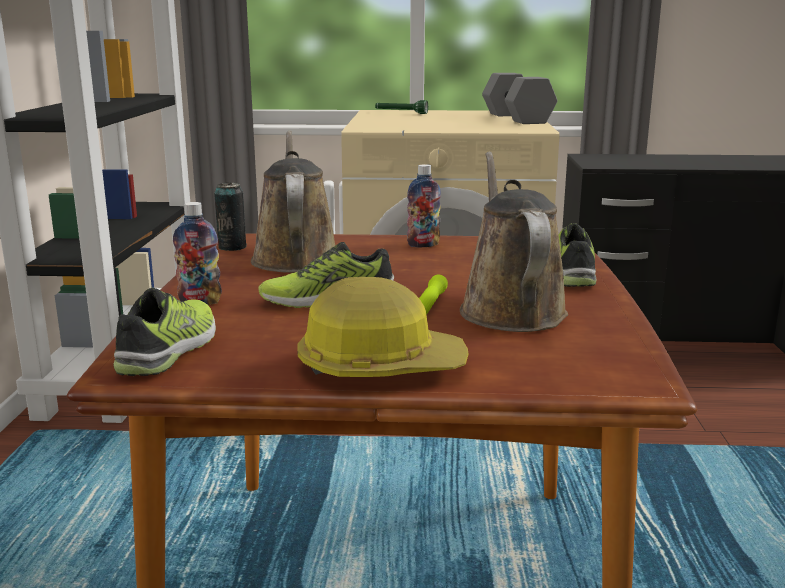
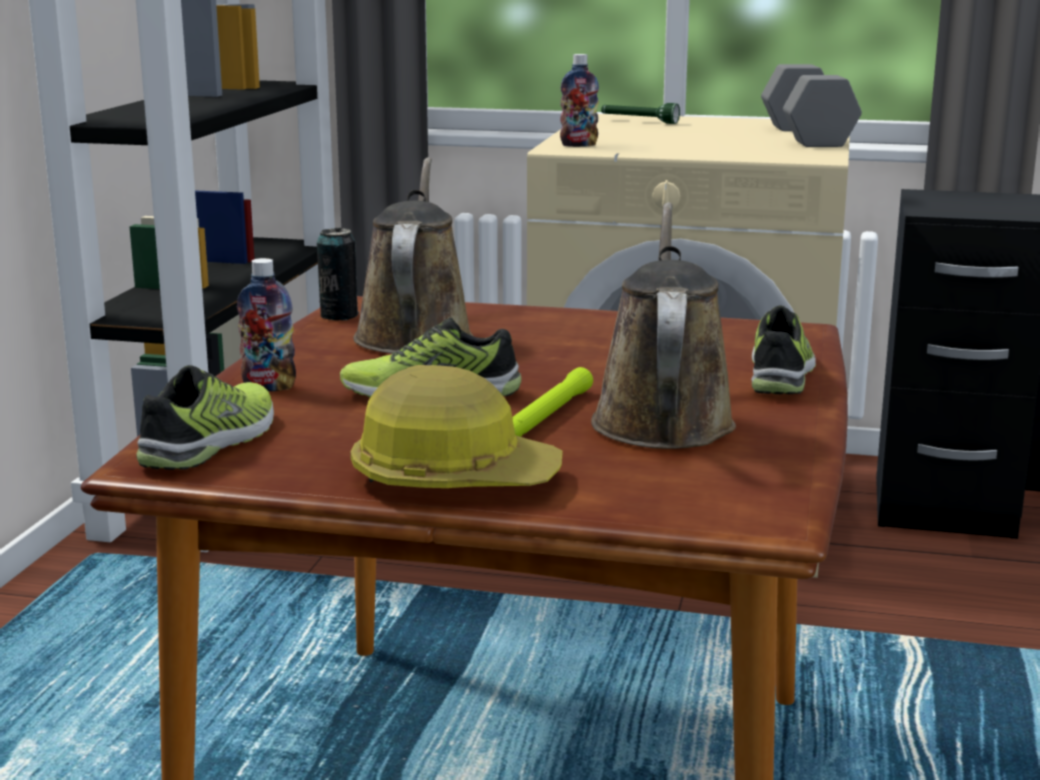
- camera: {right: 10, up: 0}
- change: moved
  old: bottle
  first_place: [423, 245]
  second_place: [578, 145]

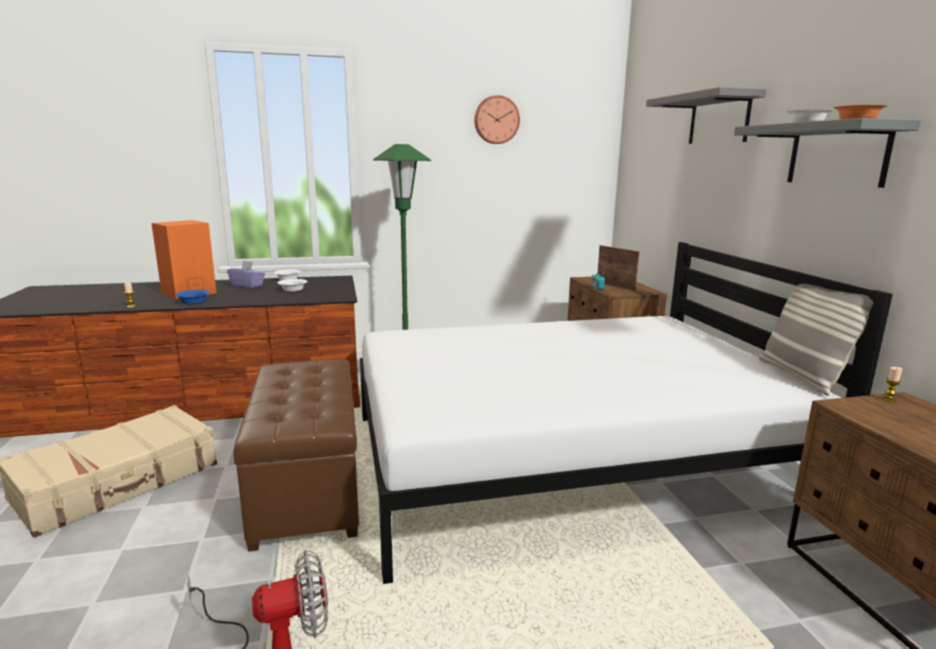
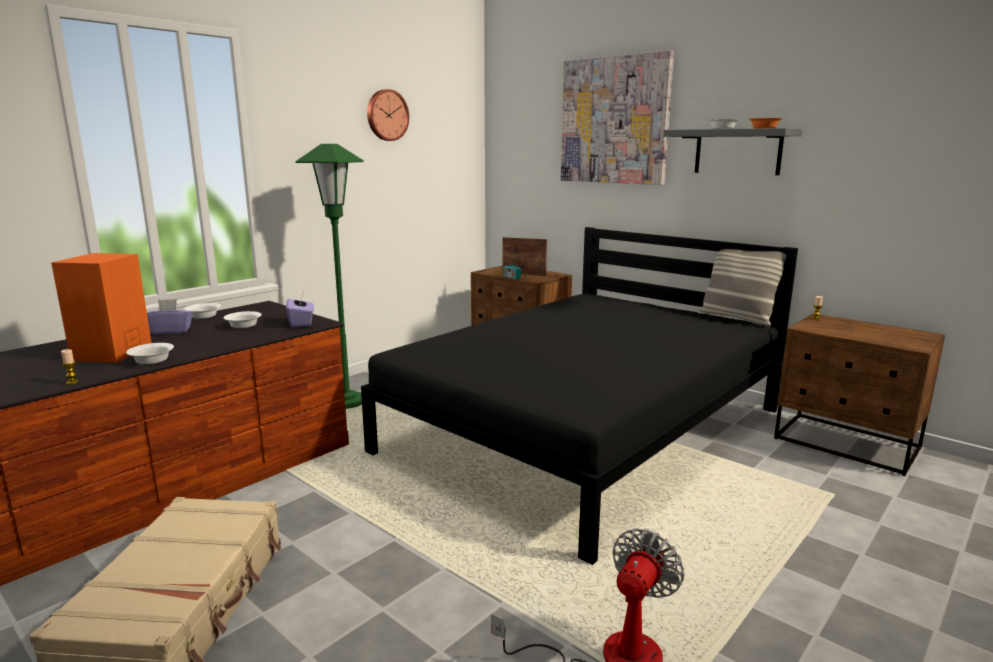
- camera: {right: -35, up: 0}
- change: replaced
  old: shelf in grey
  new: picture
  first_place: [719, 119]
  second_place: [614, 121]
- change: recoloured
  old: bed in white
  new: bed in black
  first_place: [566, 459]
  second_place: [586, 430]
- change: recoloured
  old: bowl in blue
  new: bowl in white
  first_place: [192, 302]
  second_place: [151, 361]
- change: removed
  old: ottoman in brown
  first_place: [309, 487]
- change: added
  new: tissue box in purple
  second_place: [301, 323]

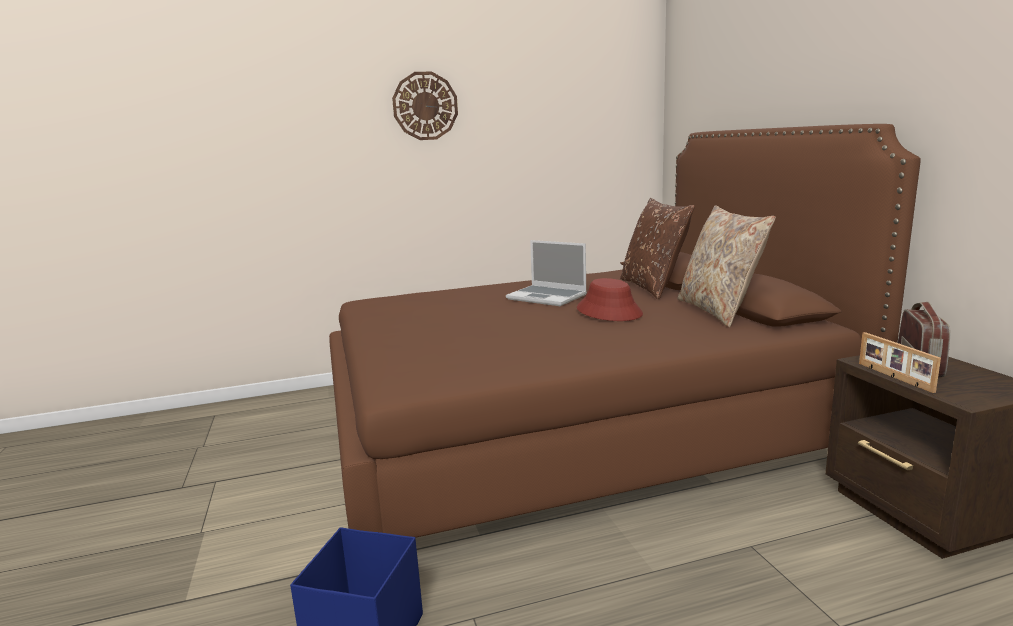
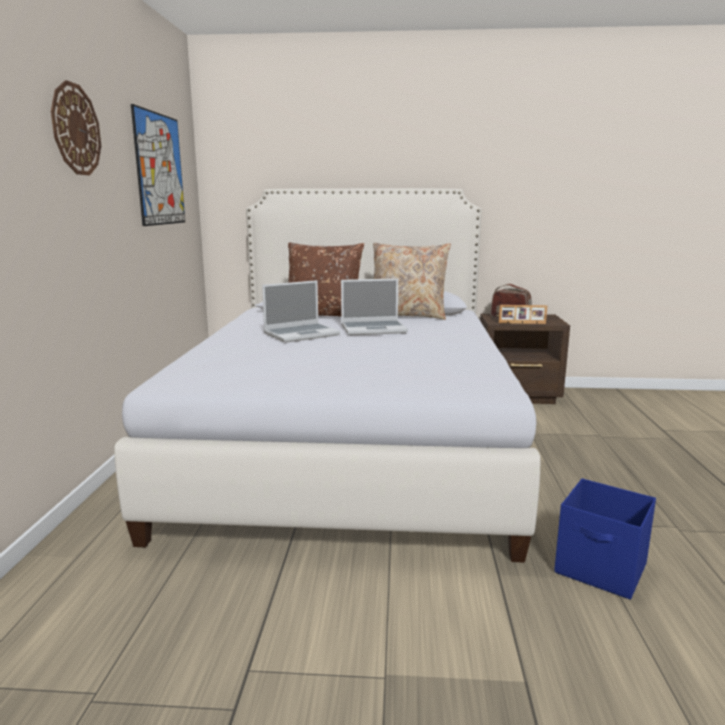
- camera: {right: -70, up: 0}
- change: recoloured
  old: bed in brown
  new: bed in white
  first_place: [574, 430]
  second_place: [348, 443]
- change: replaced
  old: hat in red
  new: laptop
  first_place: [609, 311]
  second_place: [374, 329]
- change: added
  new: picture
  second_place: [160, 169]

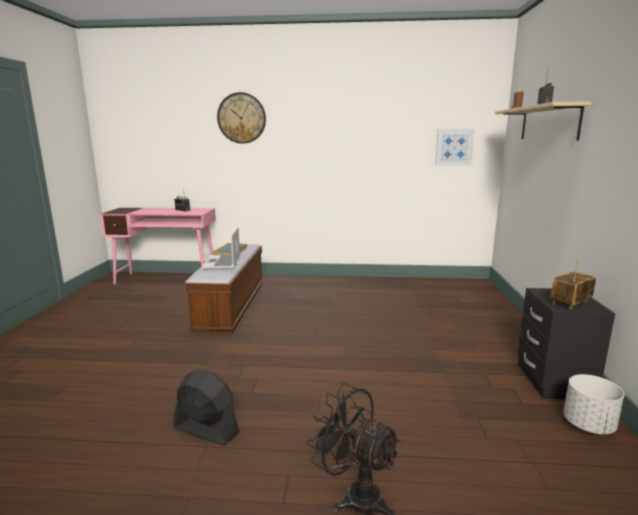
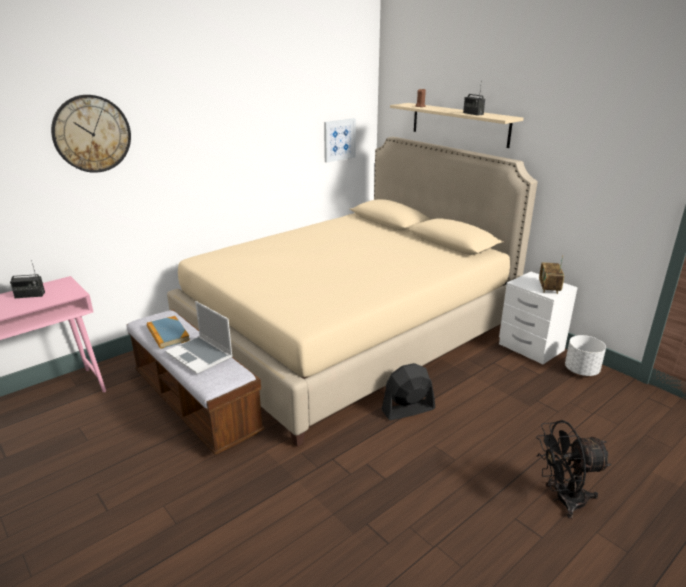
- camera: {right: -45, up: 10}
- change: recoloured
  old: nightstand in black
  new: nightstand in white
  first_place: [554, 381]
  second_place: [531, 347]
- change: moved
  old: fan in black
  first_place: [206, 430]
  second_place: [408, 409]
- change: added
  new: bed in beige
  second_place: [348, 335]

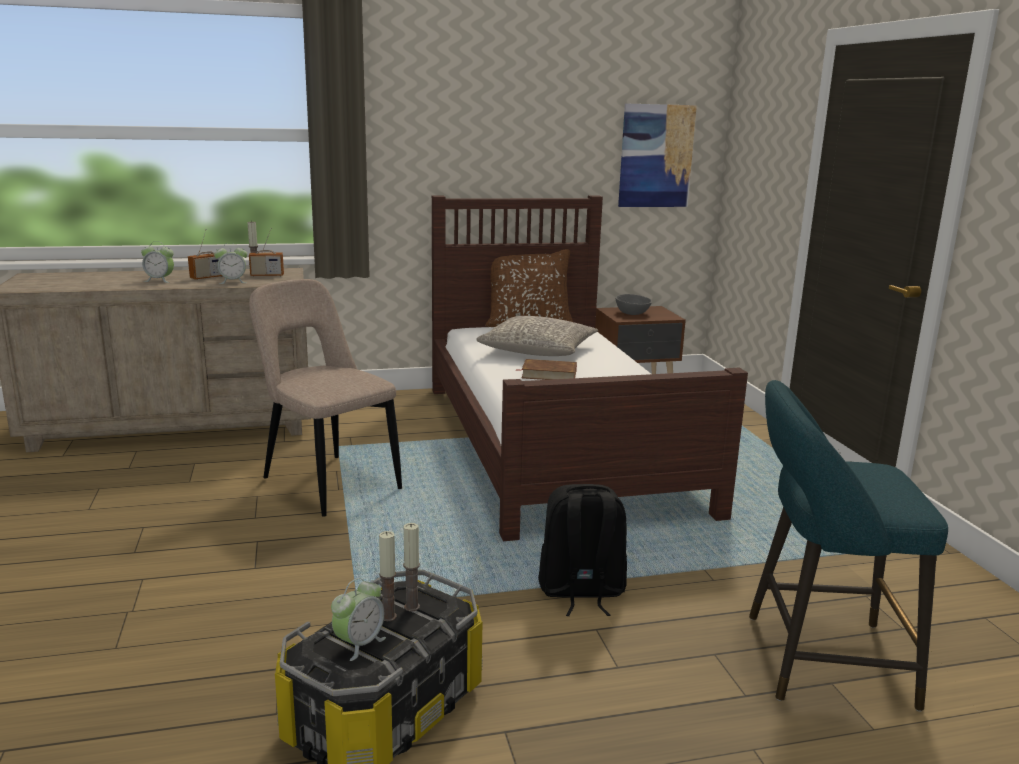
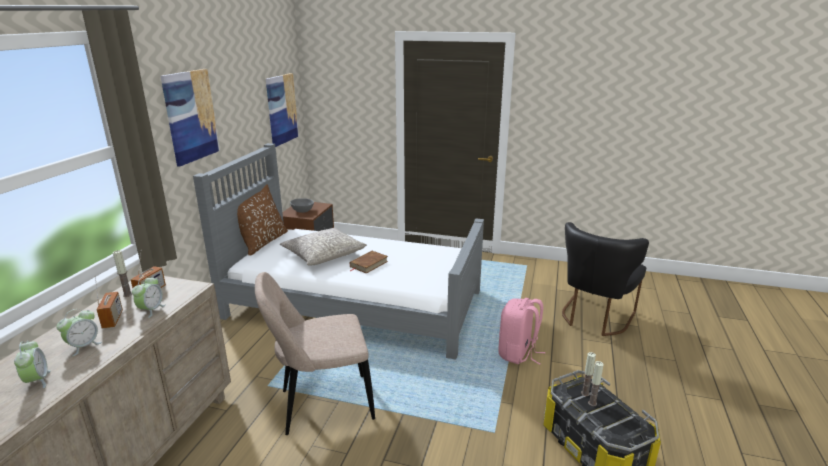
- camera: {right: -60, up: 5}
- change: recoloured
  old: bed in brown
  new: bed in grey
  first_place: [555, 443]
  second_place: [353, 304]
- change: replaced
  old: stool in turquoise
  new: chair in black
  first_place: [817, 660]
  second_place: [594, 318]
- change: recoloured
  old: backpack in black
  new: backpack in pink
  first_place: [581, 592]
  second_place: [518, 353]
- change: moved
  old: alarm clock
  first_place: [359, 644]
  second_place: [37, 381]
- change: added
  new: picture
  second_place: [191, 116]

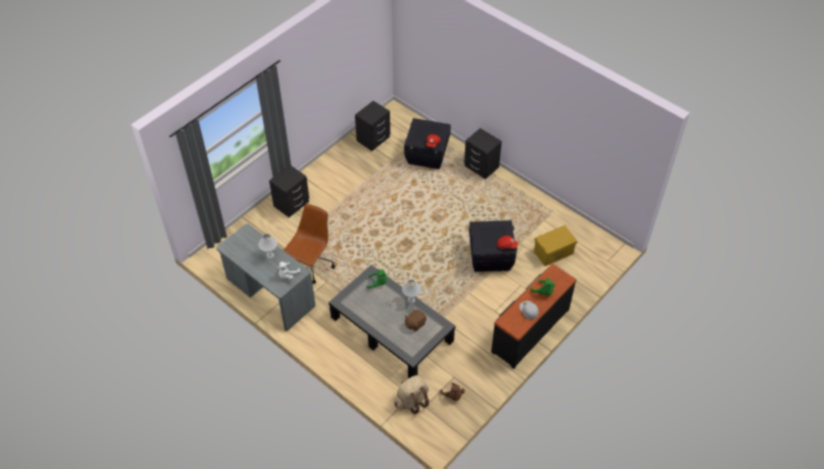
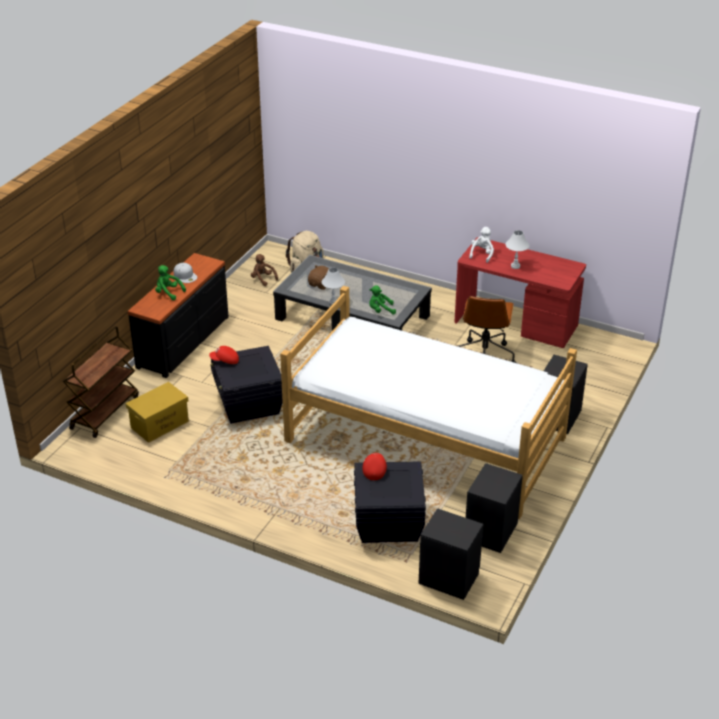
- camera: {right: 165, up: -15}
- change: moved
  old: nightstand in black
  first_place: [481, 167]
  second_place: [448, 578]
- change: recoloured
  old: desk in grey
  new: desk in red
  first_place: [269, 293]
  second_place: [516, 323]
- change: added
  new: bed
  second_place: [425, 440]
- change: added
  new: cart in brown
  second_place: [104, 412]

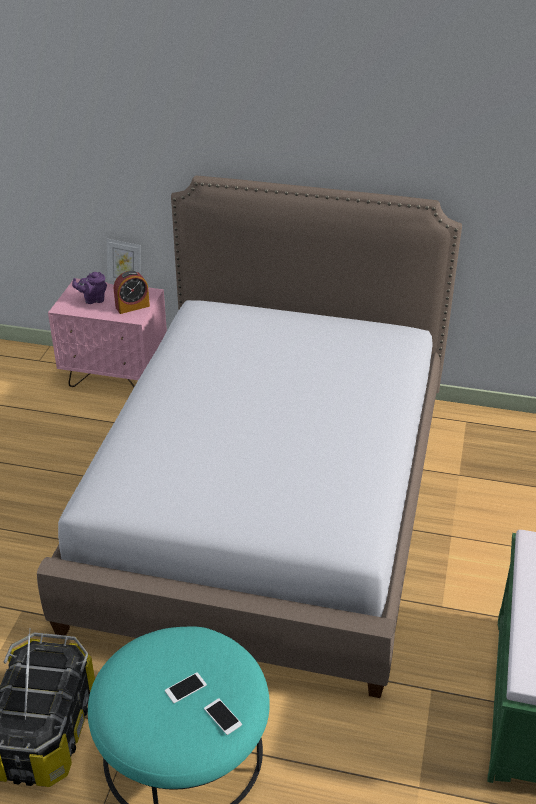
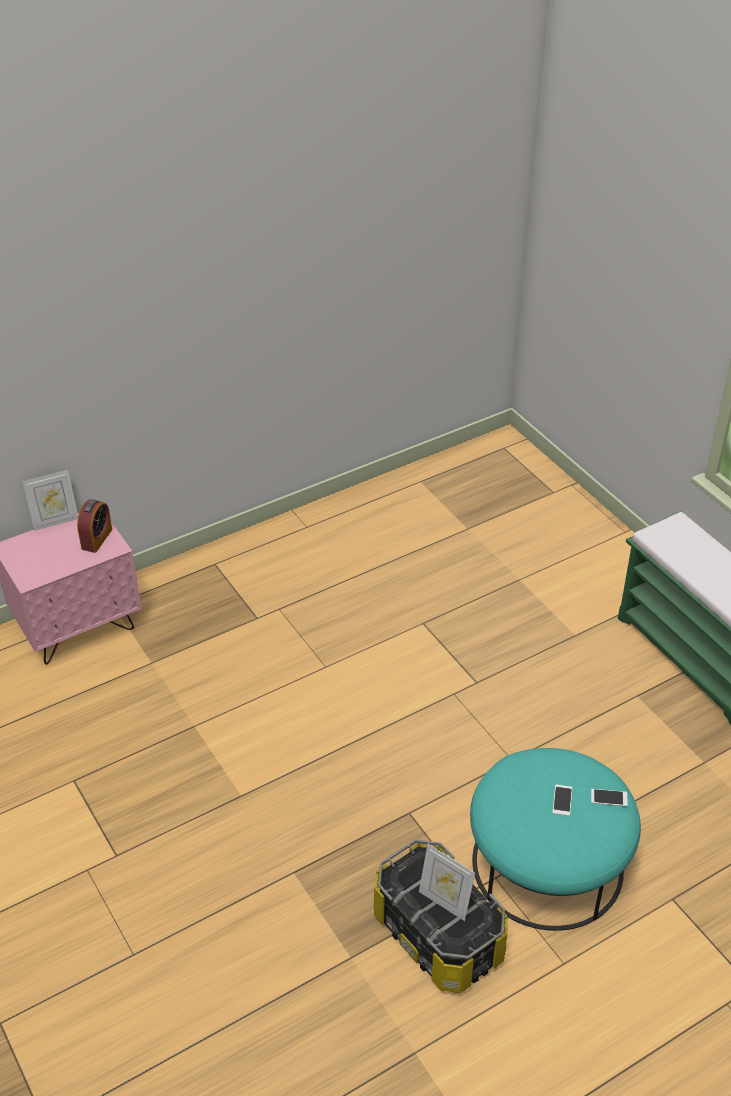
- camera: {right: -45, up: 5}
- change: removed
  old: bed
  first_place: [268, 505]
- change: removed
  old: teapot in purple
  first_place: [93, 300]

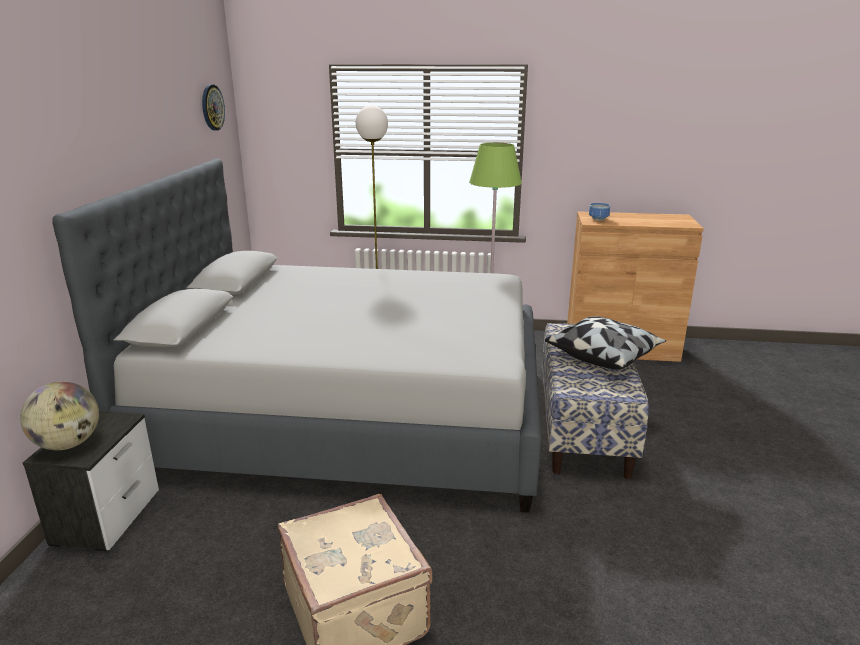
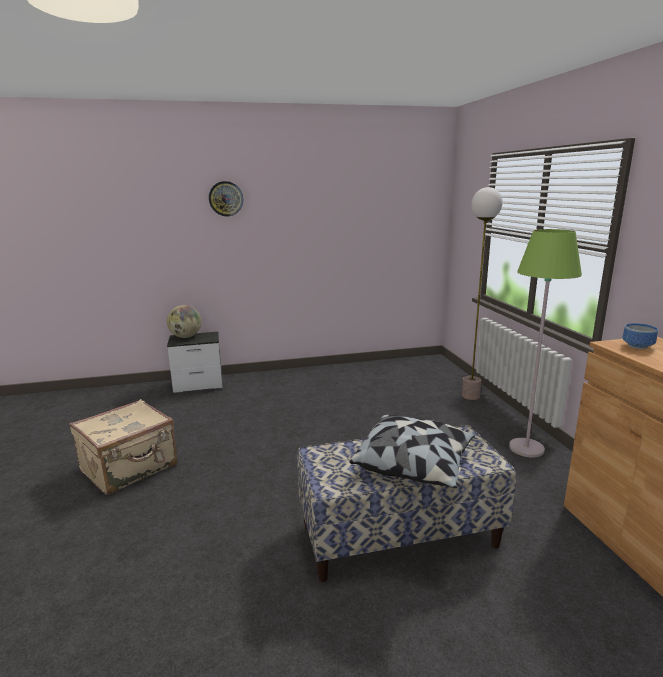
- camera: {right: 70, up: -5}
- change: moved
  old: wall clock
  first_place: [212, 107]
  second_place: [226, 198]
- change: removed
  old: bed in grey
  first_place: [351, 413]

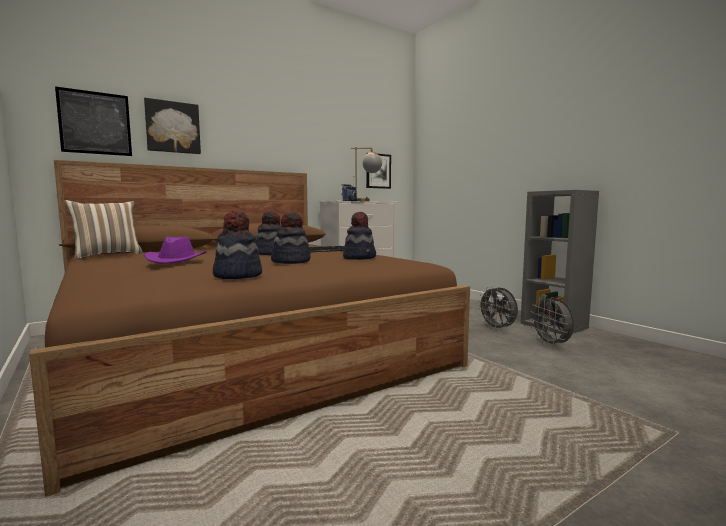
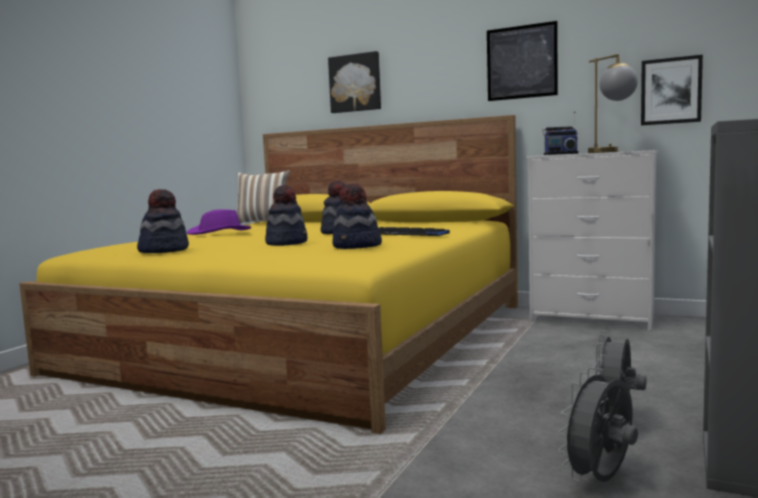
- camera: {right: 60, up: 0}
- change: moved
  old: picture
  first_place: [95, 123]
  second_place: [521, 62]
- change: recoloured
  old: bed in brown
  new: bed in yellow
  first_place: [244, 346]
  second_place: [310, 336]

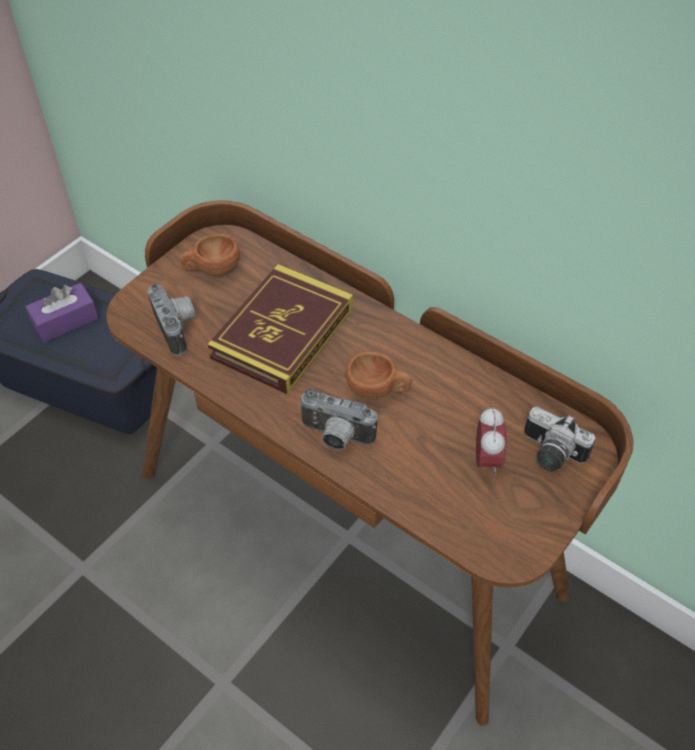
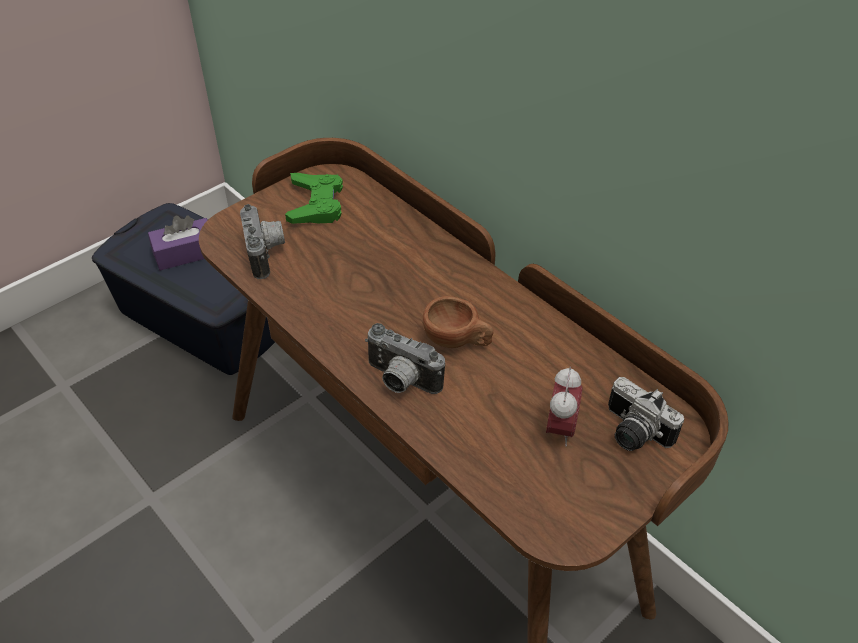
- camera: {right: 10, up: -5}
- change: replaced
  old: cup in brown
  new: game controller in green
  first_place: [212, 270]
  second_place: [316, 204]
- change: removed
  old: book
  first_place: [283, 333]

